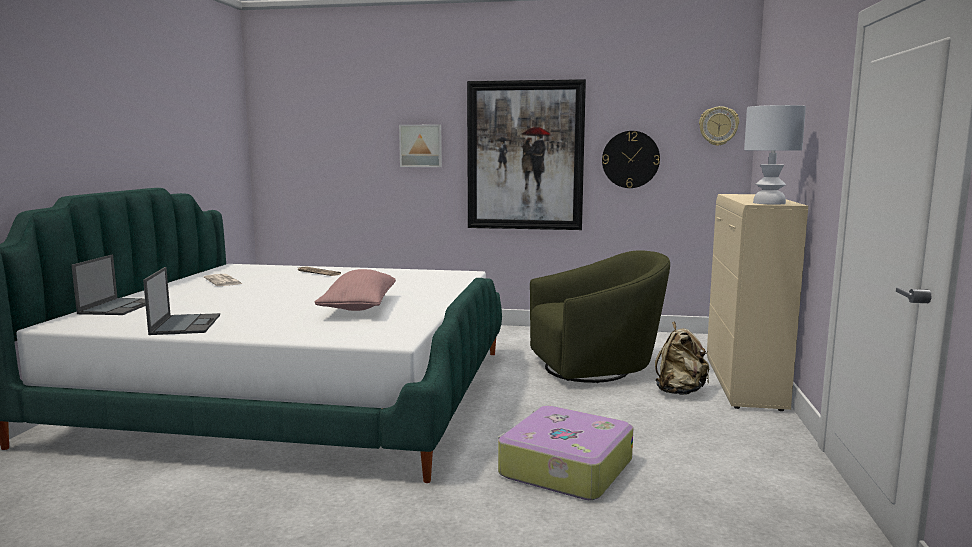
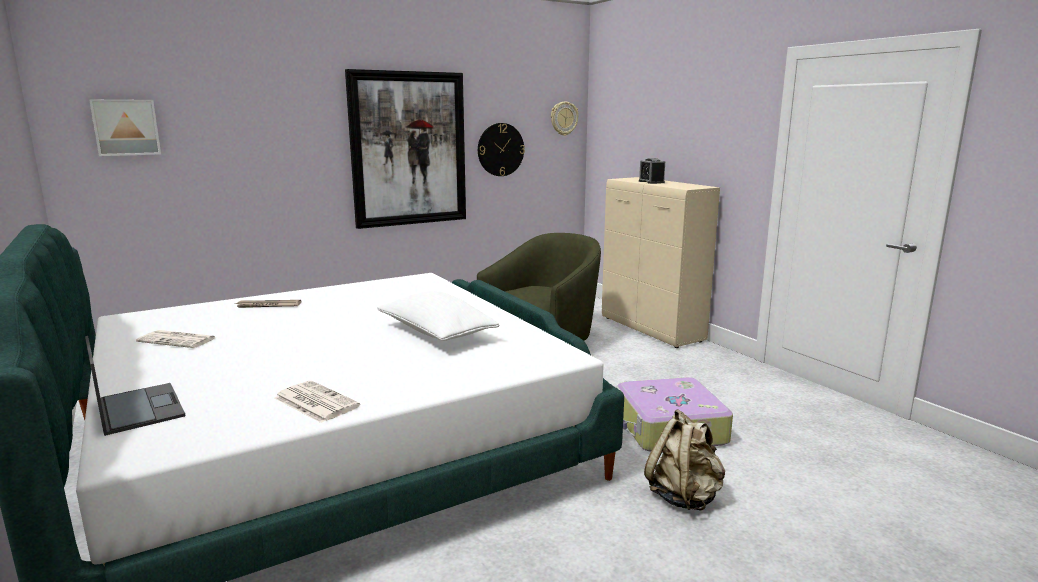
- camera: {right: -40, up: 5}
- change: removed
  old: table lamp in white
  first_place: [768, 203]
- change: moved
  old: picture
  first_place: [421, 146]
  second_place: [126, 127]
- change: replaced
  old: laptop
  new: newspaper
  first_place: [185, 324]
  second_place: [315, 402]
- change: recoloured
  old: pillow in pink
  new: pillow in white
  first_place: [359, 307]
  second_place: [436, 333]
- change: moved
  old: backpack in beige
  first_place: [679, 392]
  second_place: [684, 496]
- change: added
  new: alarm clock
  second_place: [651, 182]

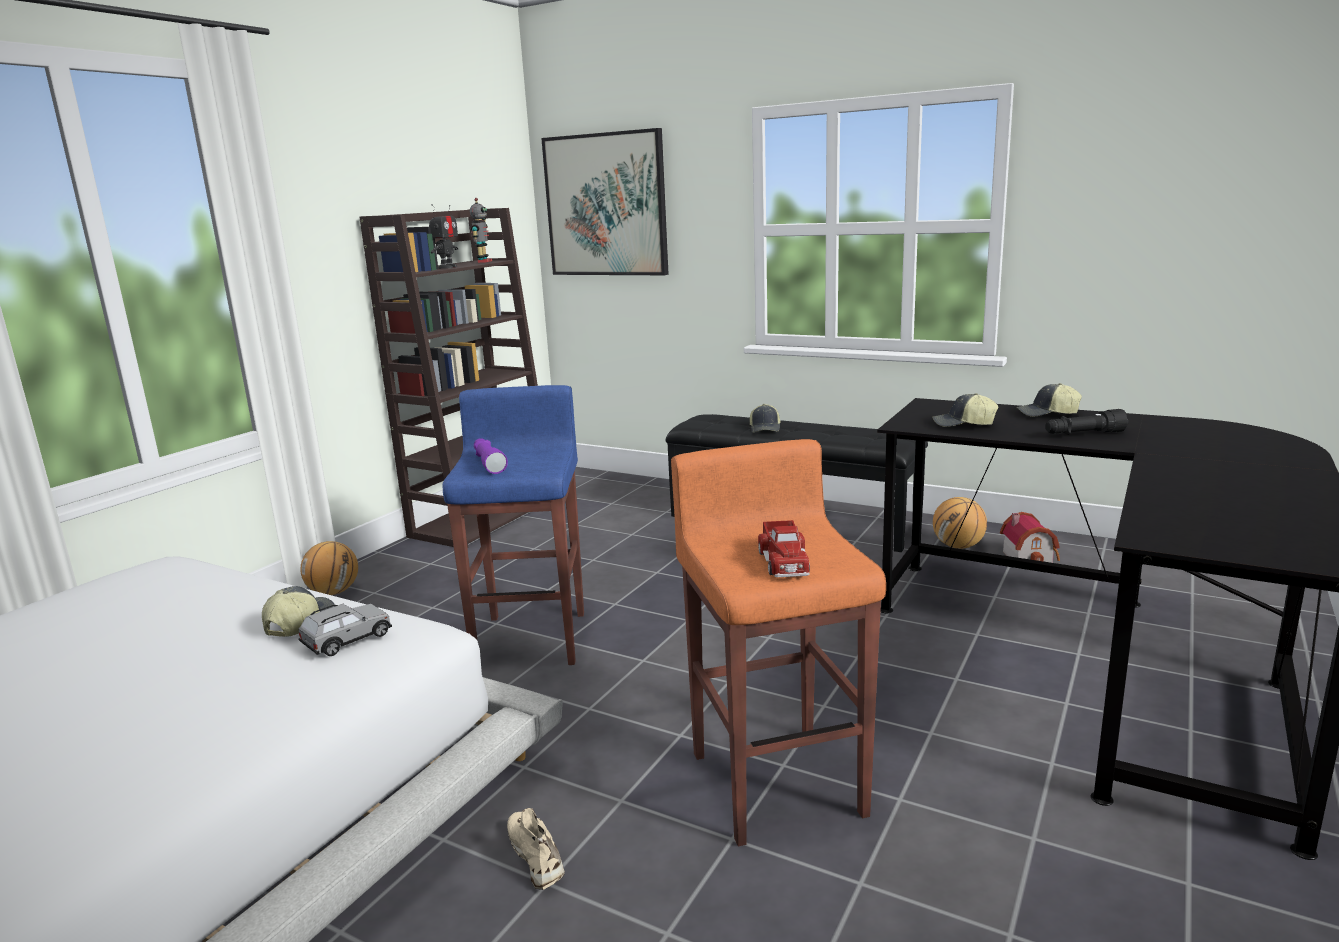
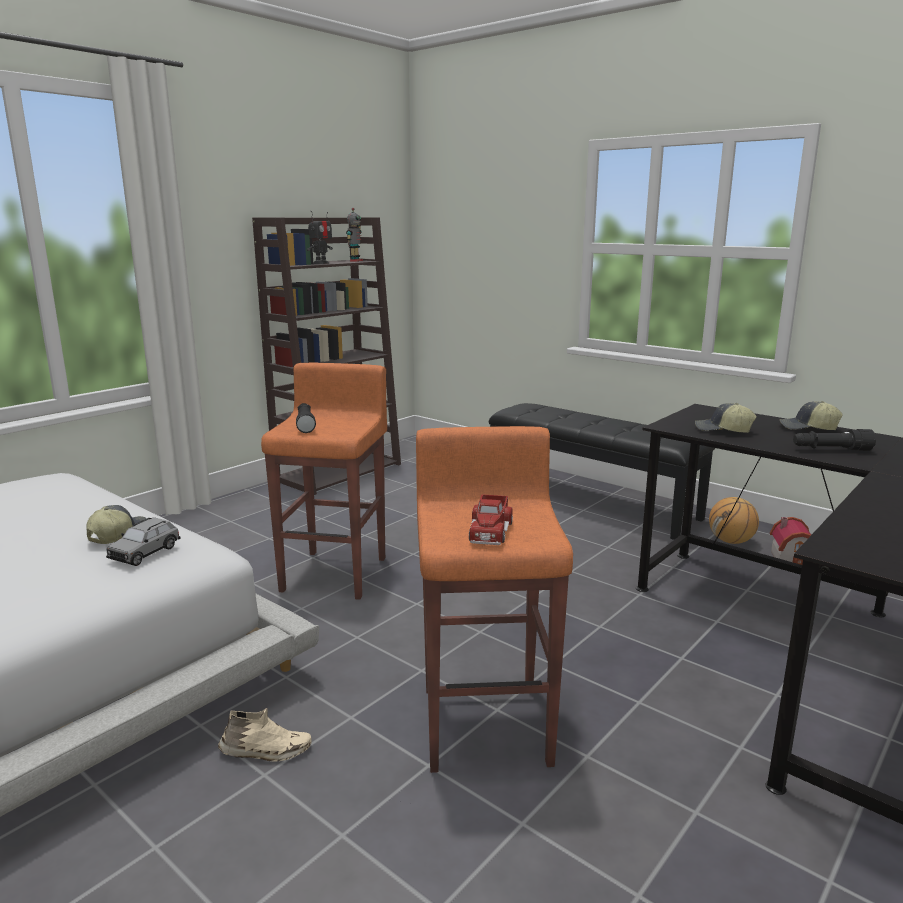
- camera: {right: 10, up: 0}
- change: removed
  old: picture
  first_place: [606, 205]
- change: recoloured
  old: stool in blue
  new: stool in orange
  first_place: [533, 638]
  second_place: [336, 573]
- change: removed
  old: cap
  first_place: [765, 429]
- change: recoloured
  old: flashlight in purple
  new: flashlight in black
  first_place: [488, 463]
  second_place: [305, 424]
- change: removed
  old: basketball
  first_place: [334, 592]
- change: turned
  old: toy car in grey
  first_place: [347, 640]
  second_place: [145, 553]
  degrees: 150
- change: turned
  old: shoe in beige
  first_place: [537, 856]
  second_place: [265, 751]
  degrees: 105

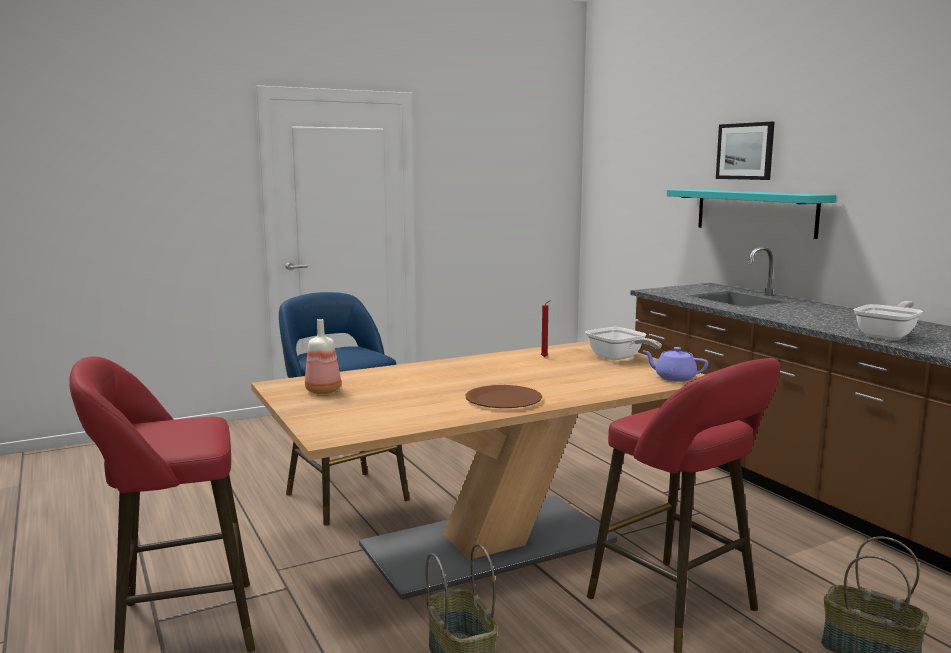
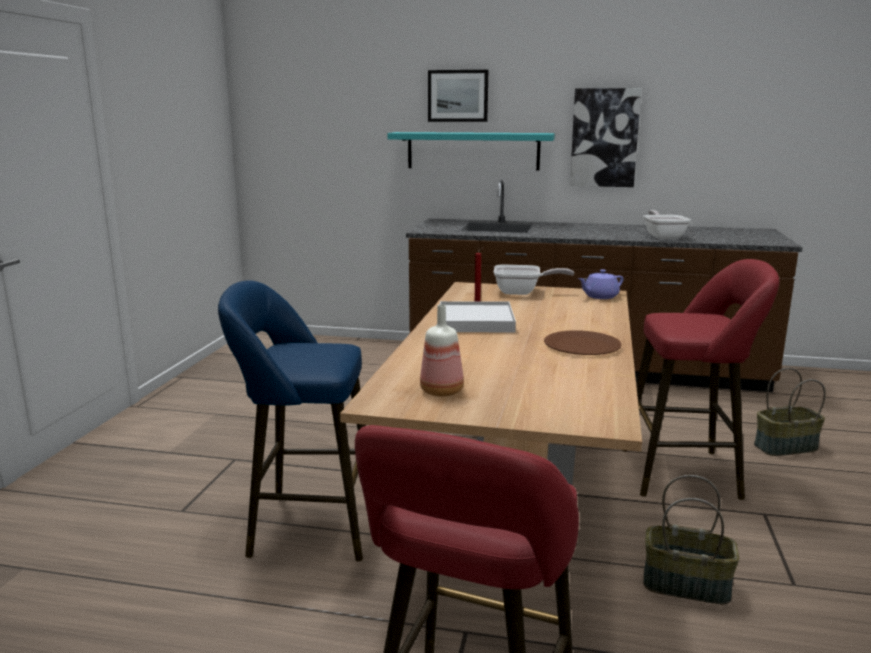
- camera: {right: -50, up: 5}
- change: added
  new: picture
  second_place: [604, 138]
- change: added
  new: tray in white
  second_place: [476, 321]

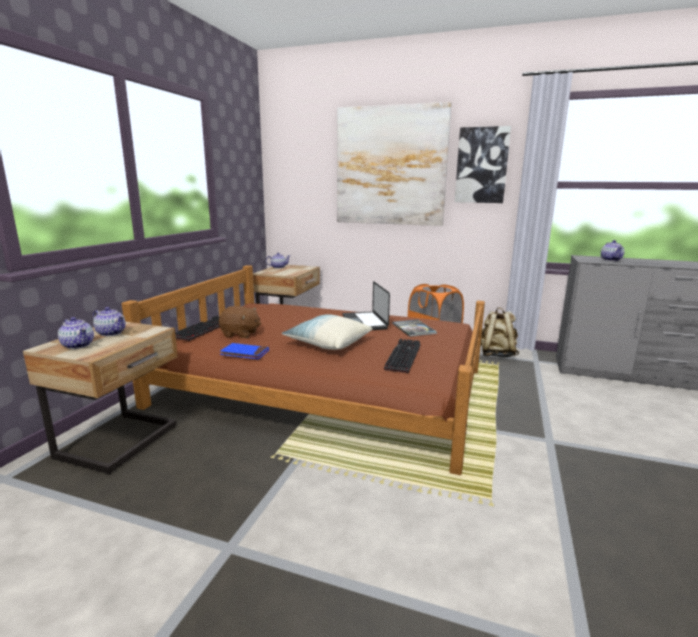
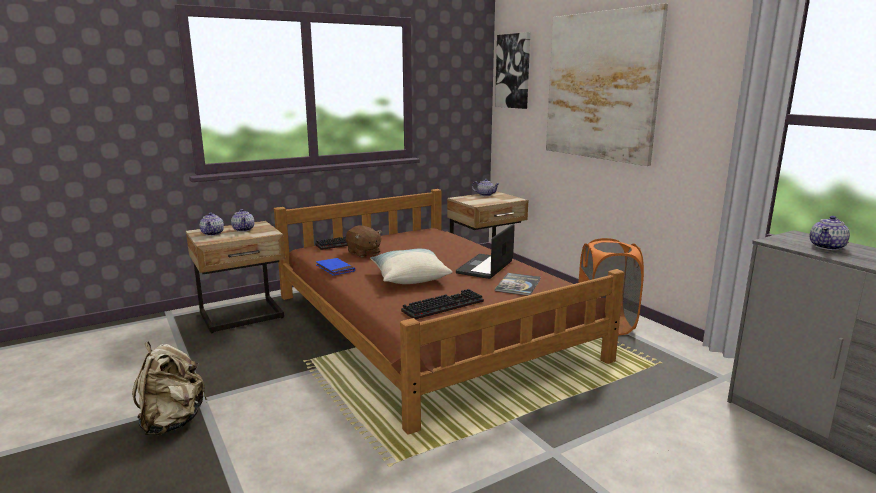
- camera: {right: 40, up: 0}
- change: moved
  old: picture
  first_place: [481, 165]
  second_place: [513, 71]
- change: moved
  old: backpack in beige
  first_place: [496, 354]
  second_place: [172, 422]

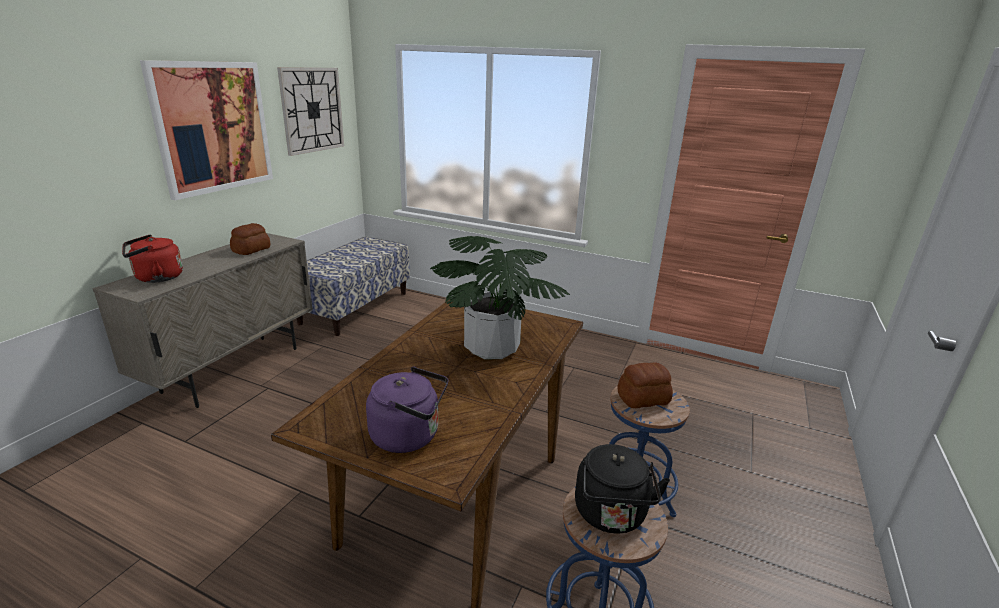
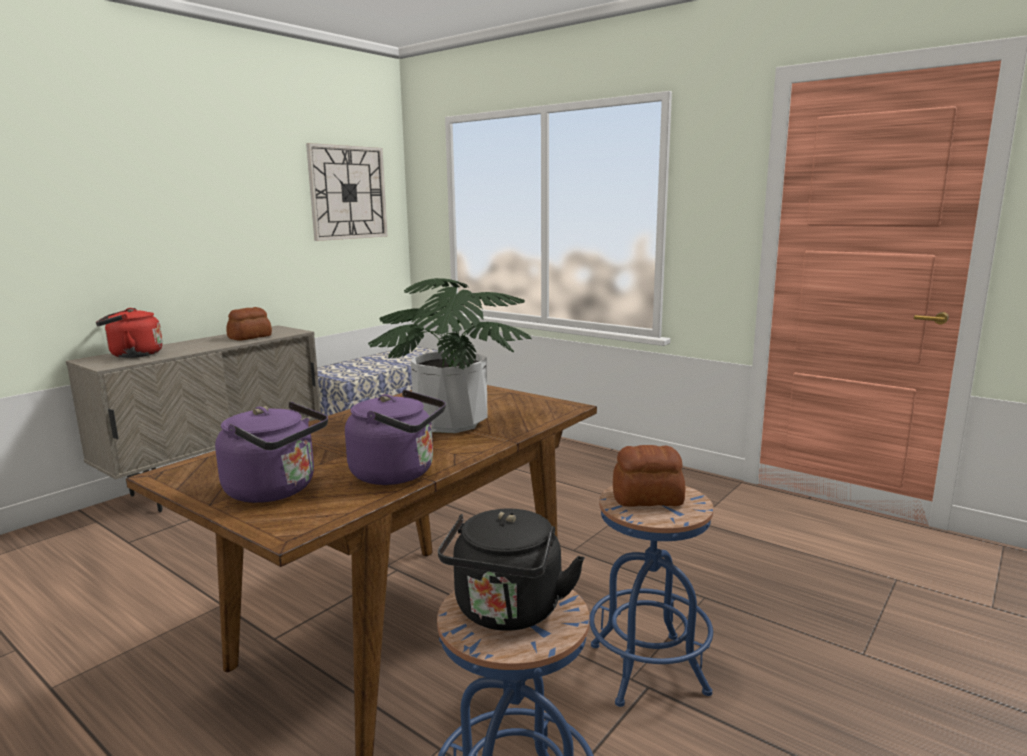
- camera: {right: 15, up: -10}
- change: removed
  old: picture
  first_place: [213, 127]
- change: added
  new: kettle in purple
  second_place: [398, 474]

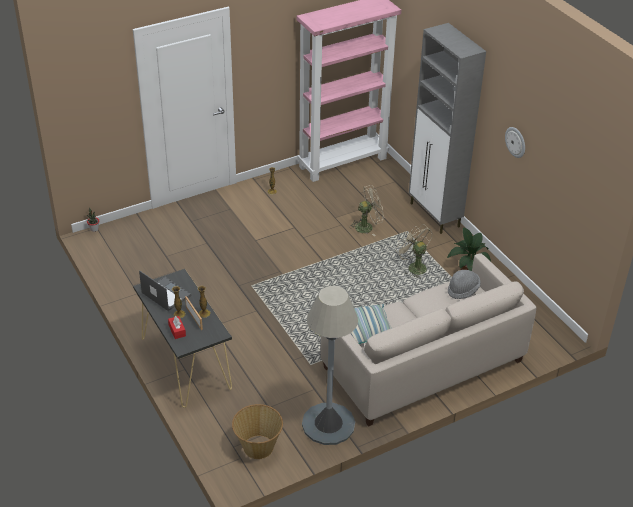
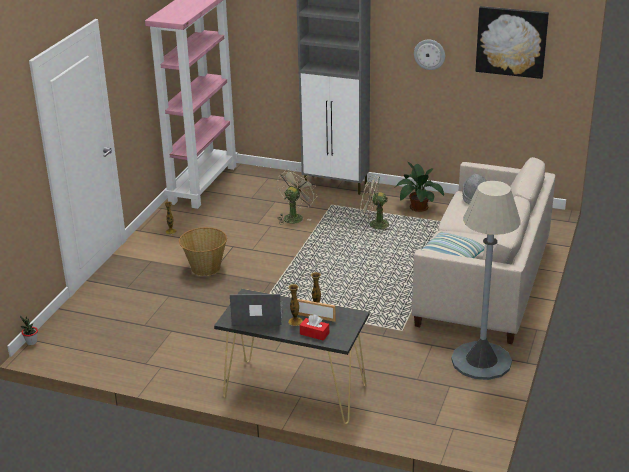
- camera: {right: -40, up: -10}
- change: moved
  old: basket
  first_place: [258, 446]
  second_place: [205, 268]
- change: added
  new: picture
  second_place: [511, 41]

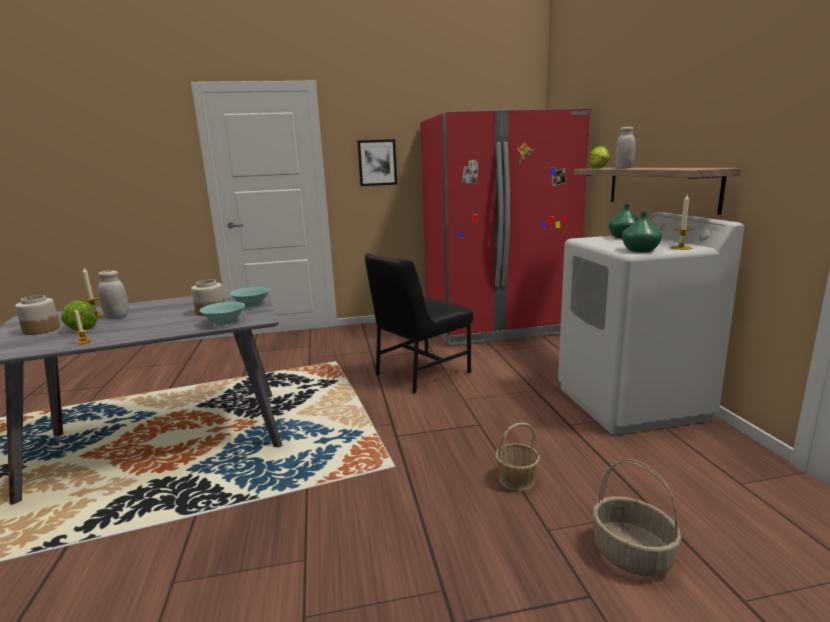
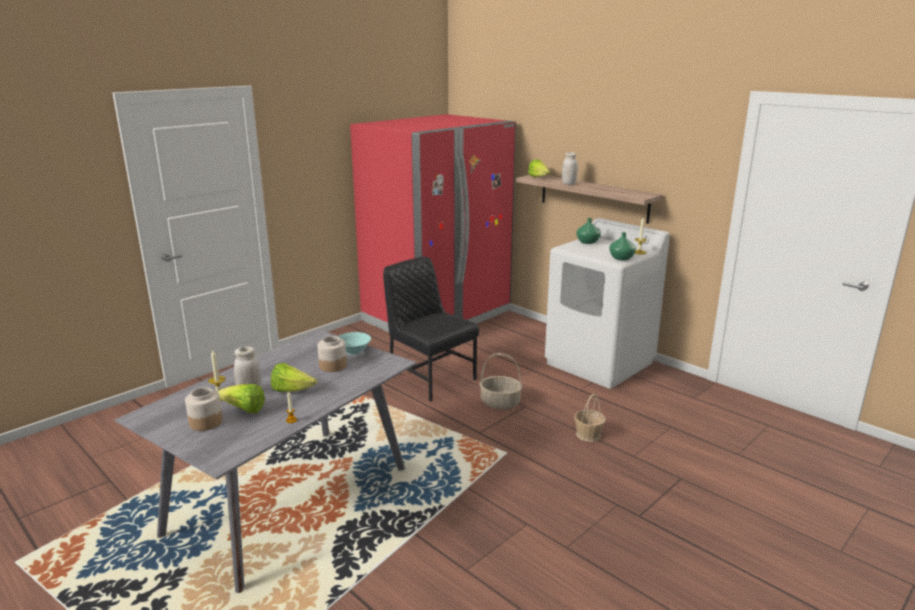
- camera: {right: -35, up: 5}
- change: removed
  old: picture
  first_place: [377, 162]
- change: turned
  old: chair in black
  first_place: [420, 373]
  second_place: [430, 378]
  degrees: 120
- change: removed
  old: bowl in turquoise
  first_place: [224, 322]
- change: moved
  old: basket
  first_place: [632, 554]
  second_place: [500, 403]
- change: added
  new: lettuce
  second_place: [292, 390]

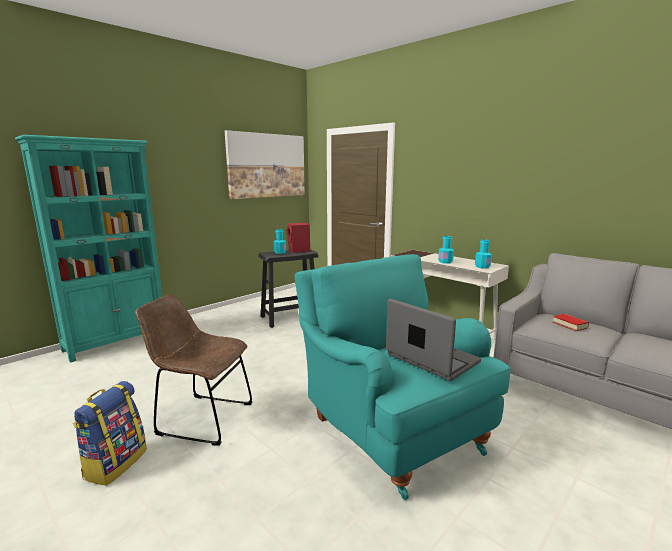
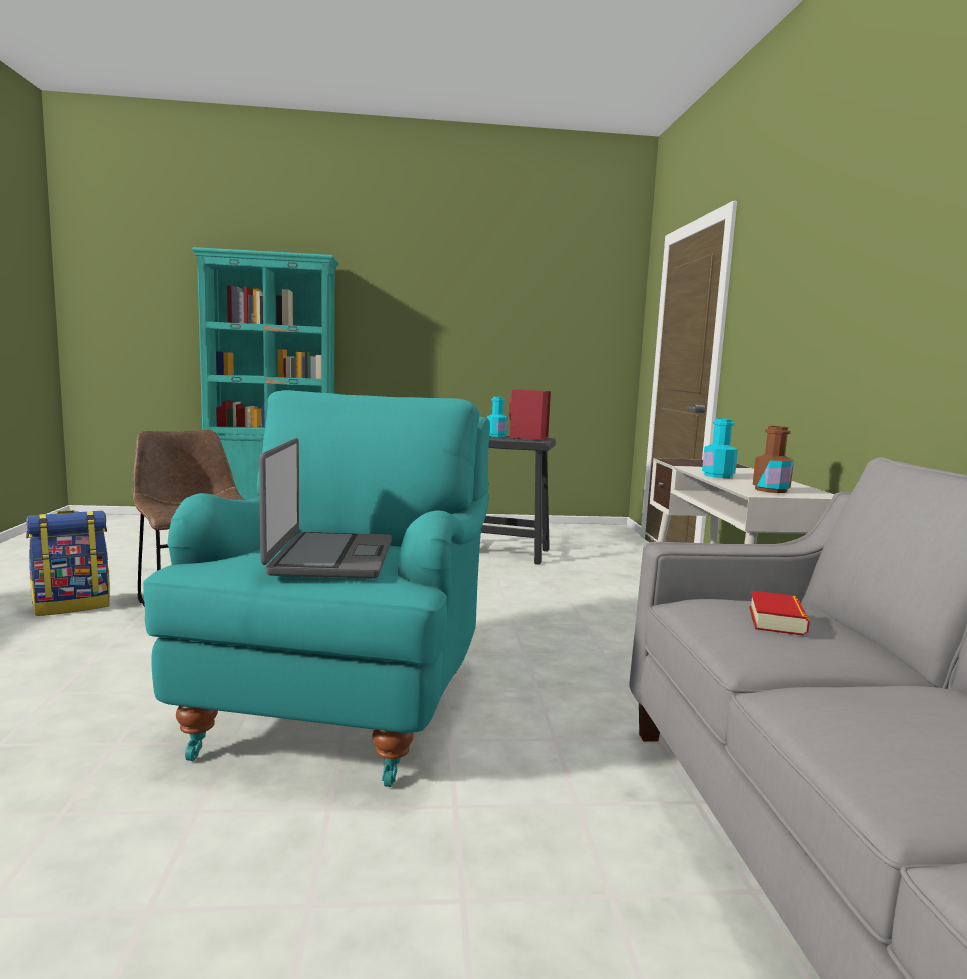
- camera: {right: 40, up: -5}
- change: removed
  old: picture
  first_place: [267, 165]
- change: recoloured
  old: bottle in turquoise
  new: bottle in brown
  first_place: [482, 266]
  second_place: [770, 490]

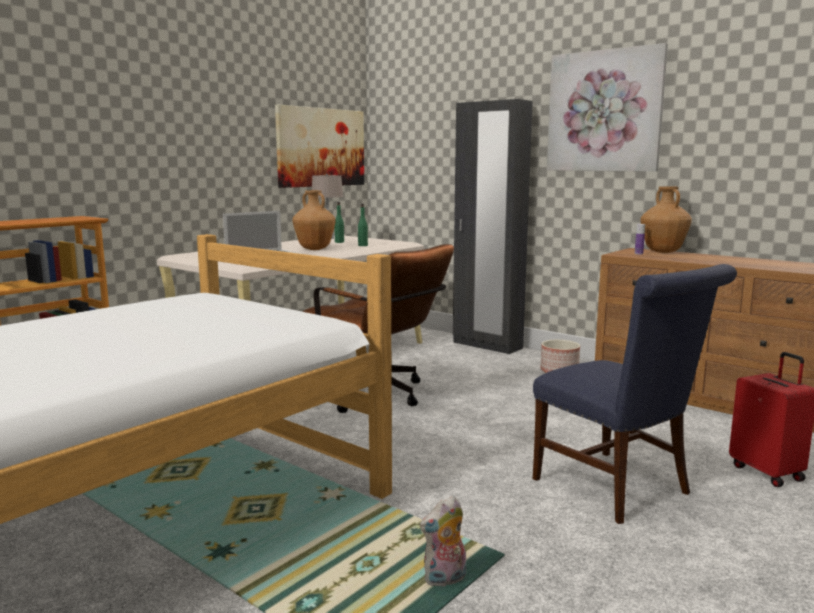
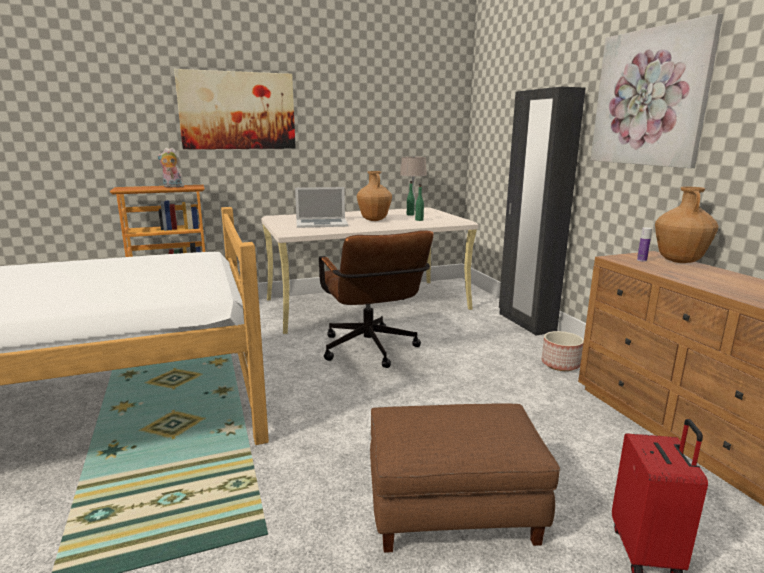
- camera: {right: 30, up: 5}
- change: moved
  old: picture
  first_place: [321, 147]
  second_place: [237, 111]
- change: replaced
  old: chair in blue
  new: ottoman in brown
  first_place: [618, 489]
  second_place: [452, 508]
- change: moved
  old: plush toy
  first_place: [445, 580]
  second_place: [172, 187]

